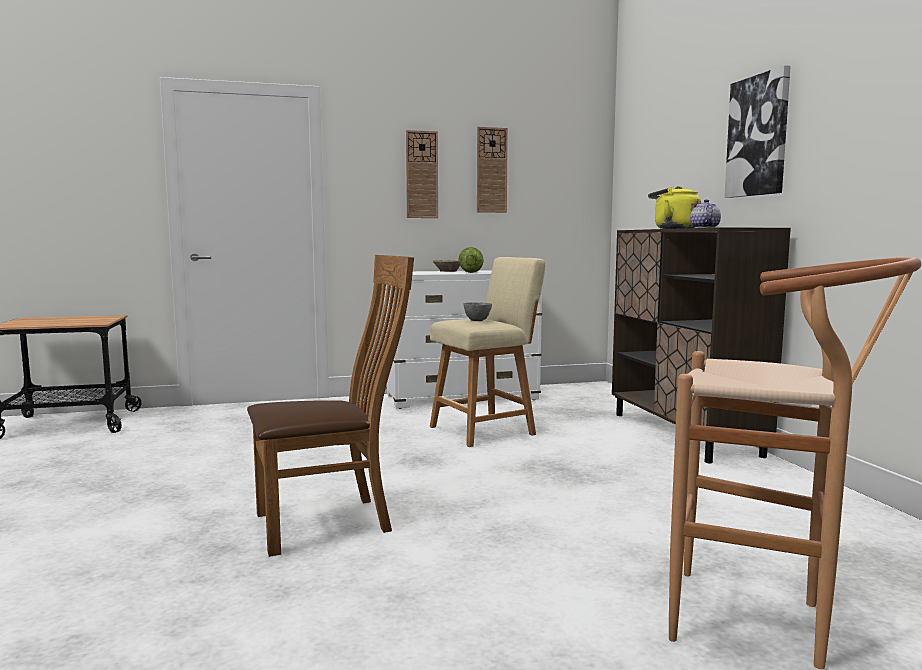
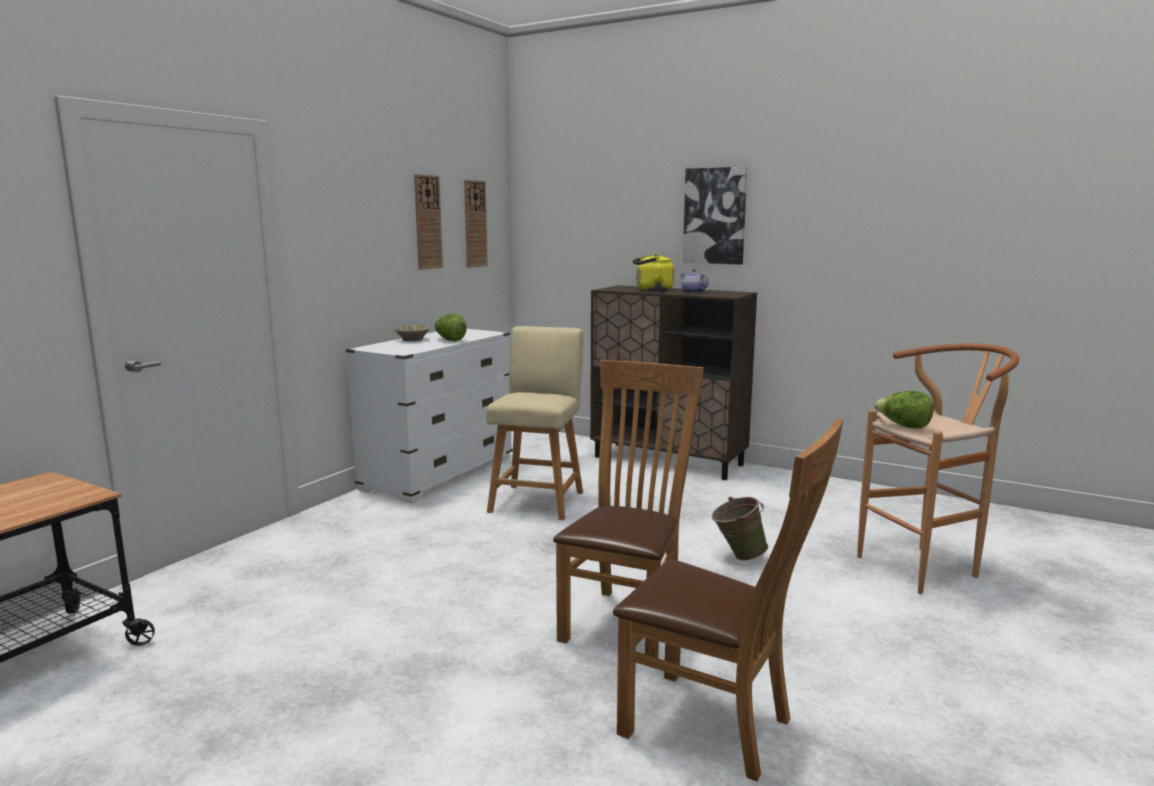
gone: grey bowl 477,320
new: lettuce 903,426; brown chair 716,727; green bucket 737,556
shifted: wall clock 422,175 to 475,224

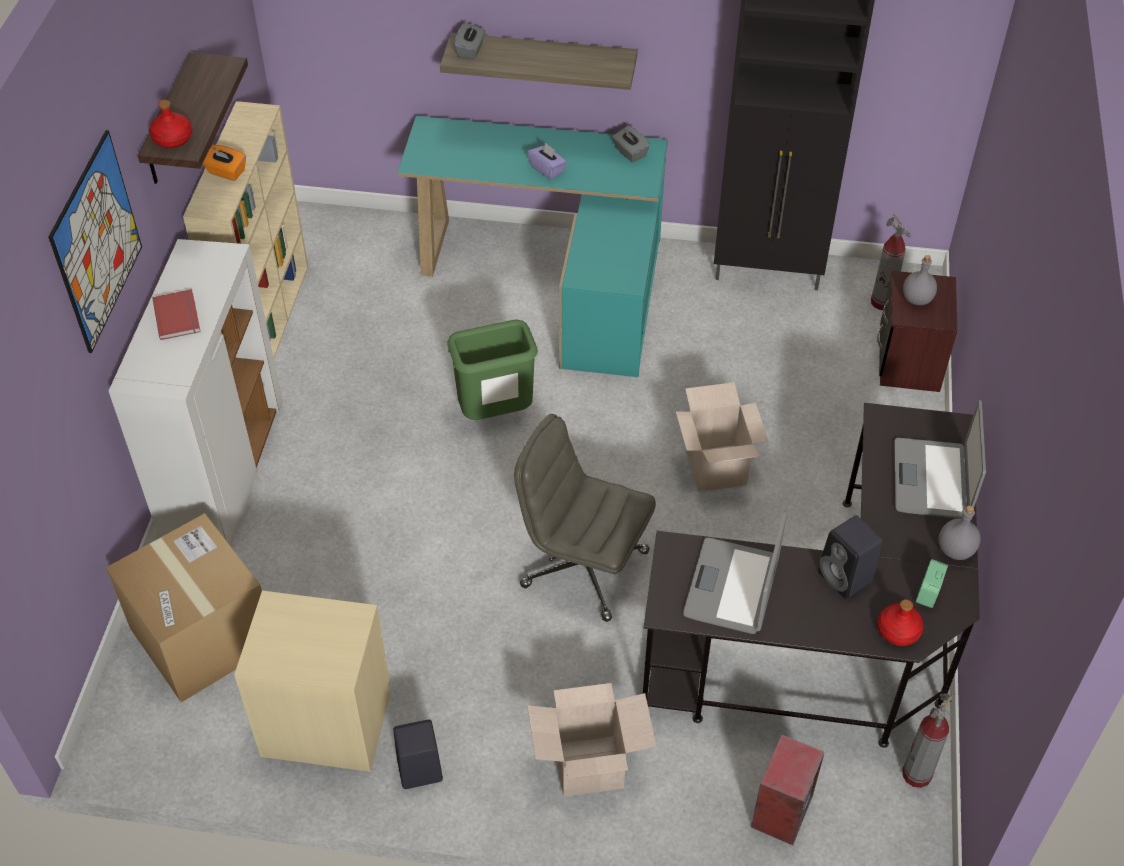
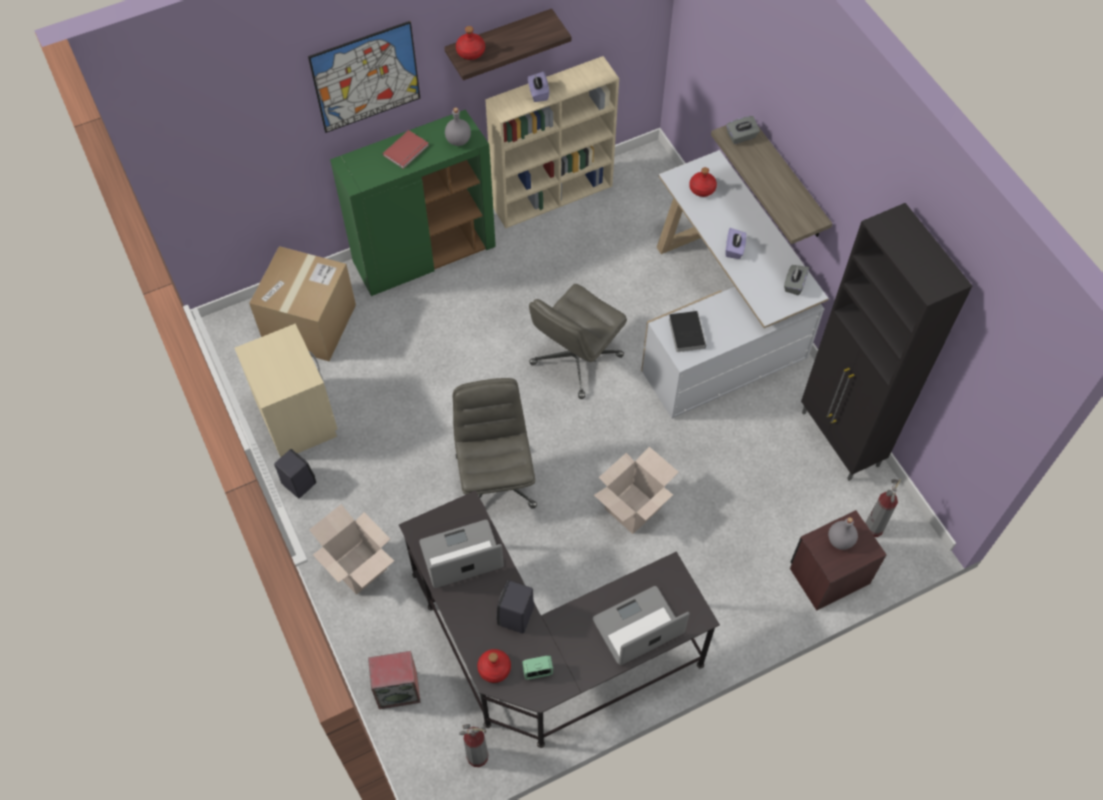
new: red bottle 702,189; book 686,332
shifted: grey bottle 956,550 to 458,140
swapped: green trash can 495,415 to grey office chair 575,360
repainted: turquoise desk 555,279 to white desk 718,321; orange tissue box 226,172 to purple tissue box 538,93; white cabinet 224,471 to green cabinet 425,255

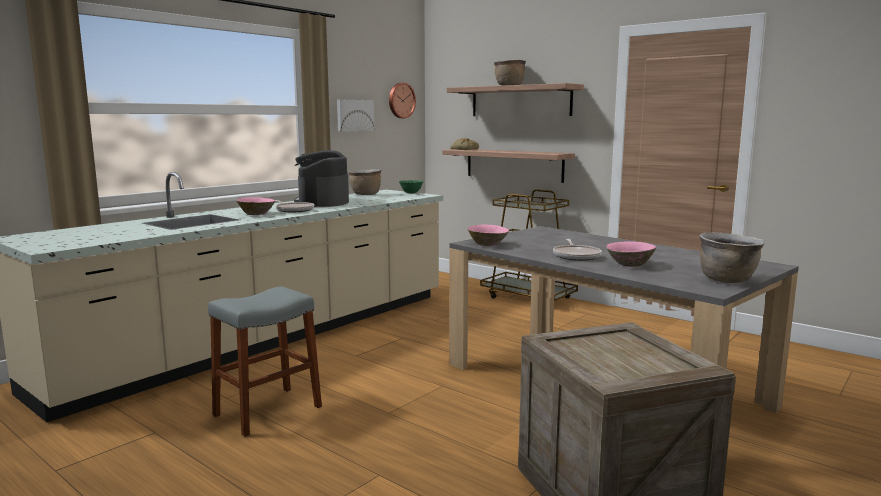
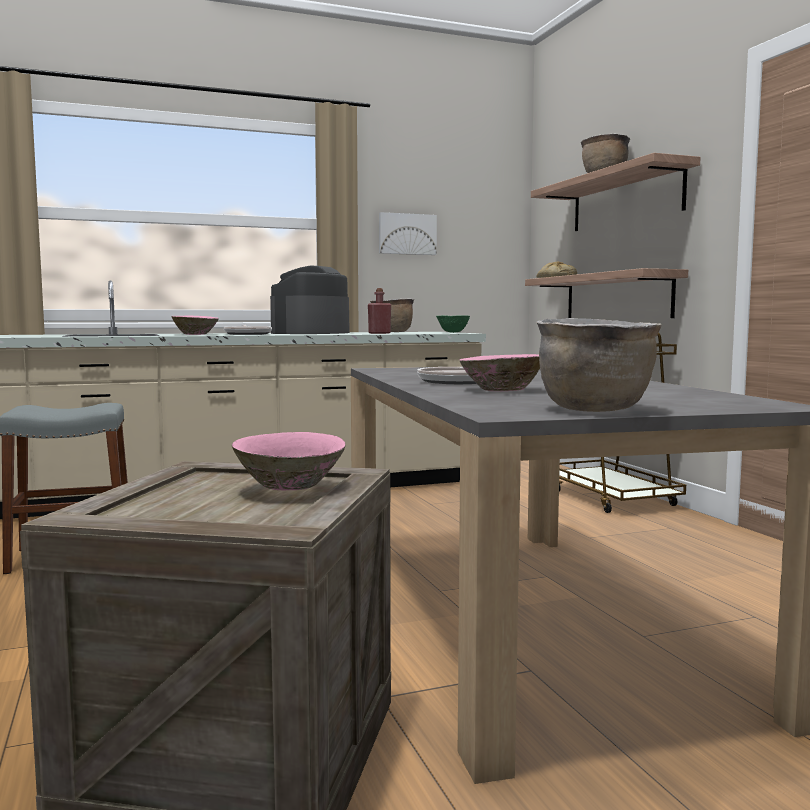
gone: wall clock 401,100
new: red bottle 379,333
shifted: pink bowl 487,244 to 290,486

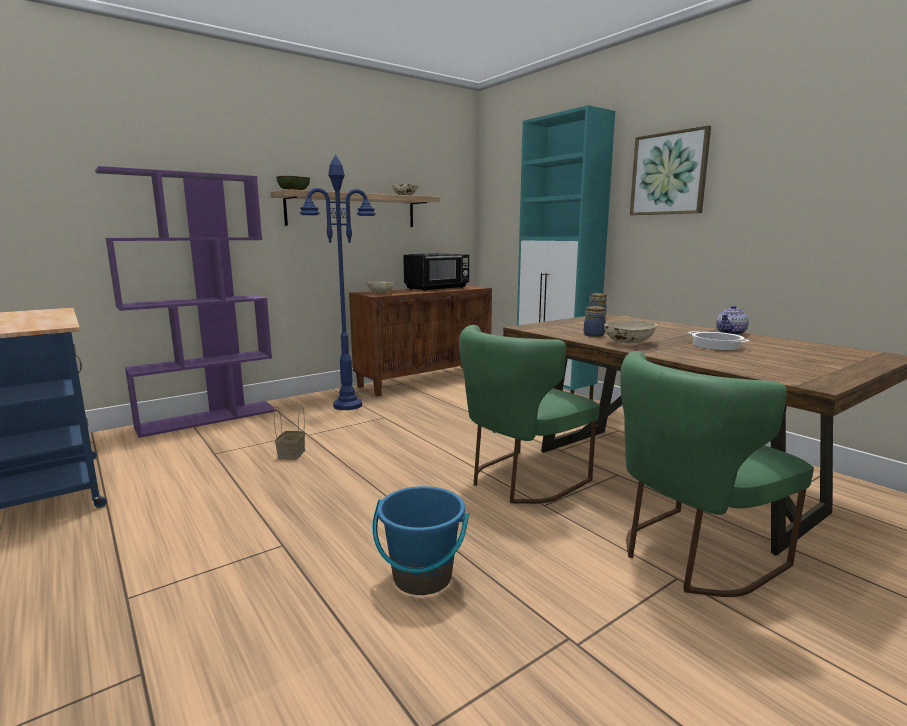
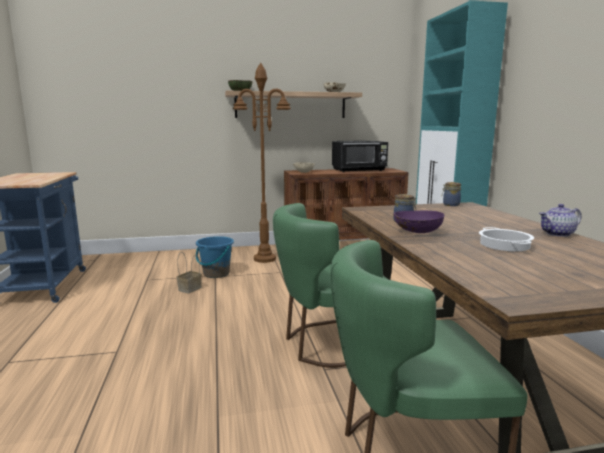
gone: picture 669,174; purple bookcase 208,418
shifted: blue bucket 422,577 to 216,274
repainted: blue floor lamp 348,405 to brown floor lamp 265,259; beige bowl 628,343 to purple bowl 417,232

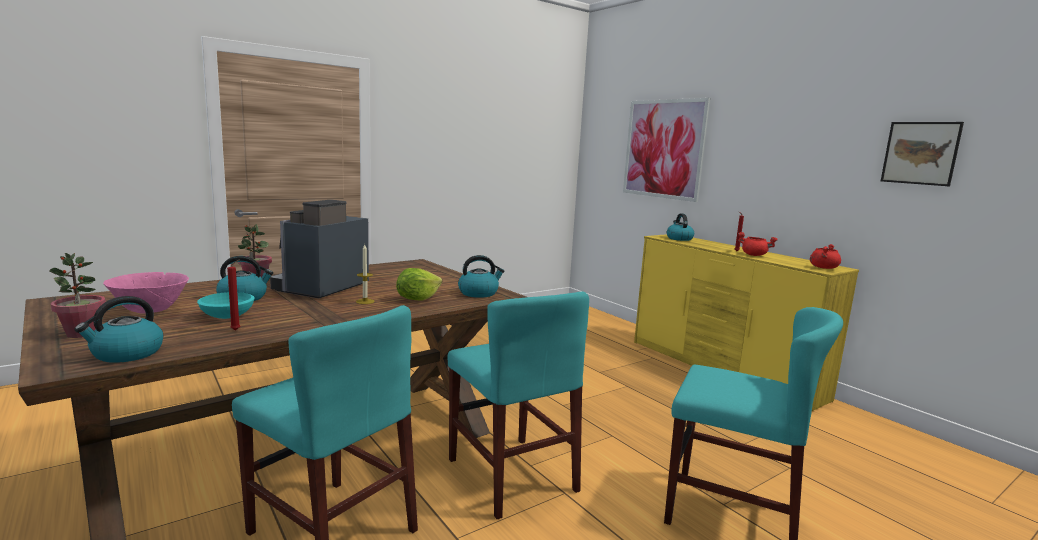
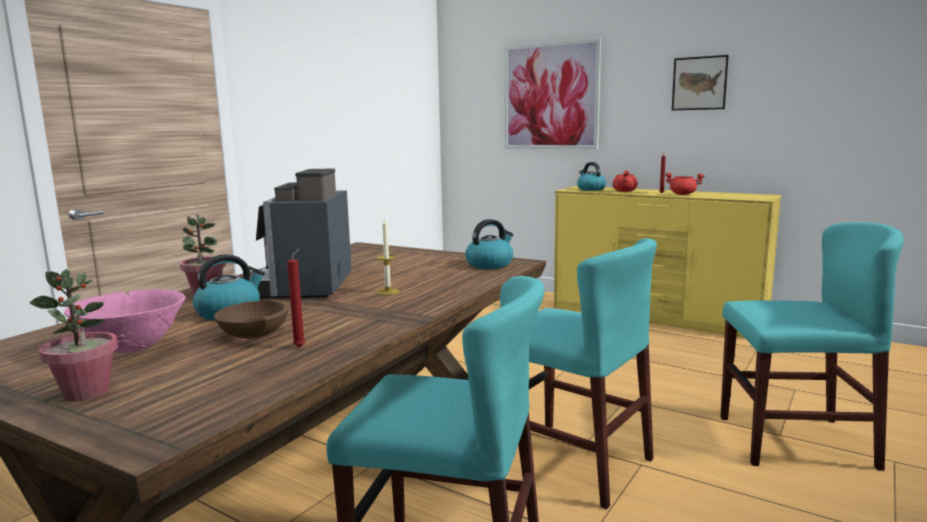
gone: lettuce 417,299; kettle 126,354
shifted: picture 920,153 to 699,83; red cooking pot 823,267 to 624,191
repainted: turquoise bowl 228,316 to brown bowl 254,334

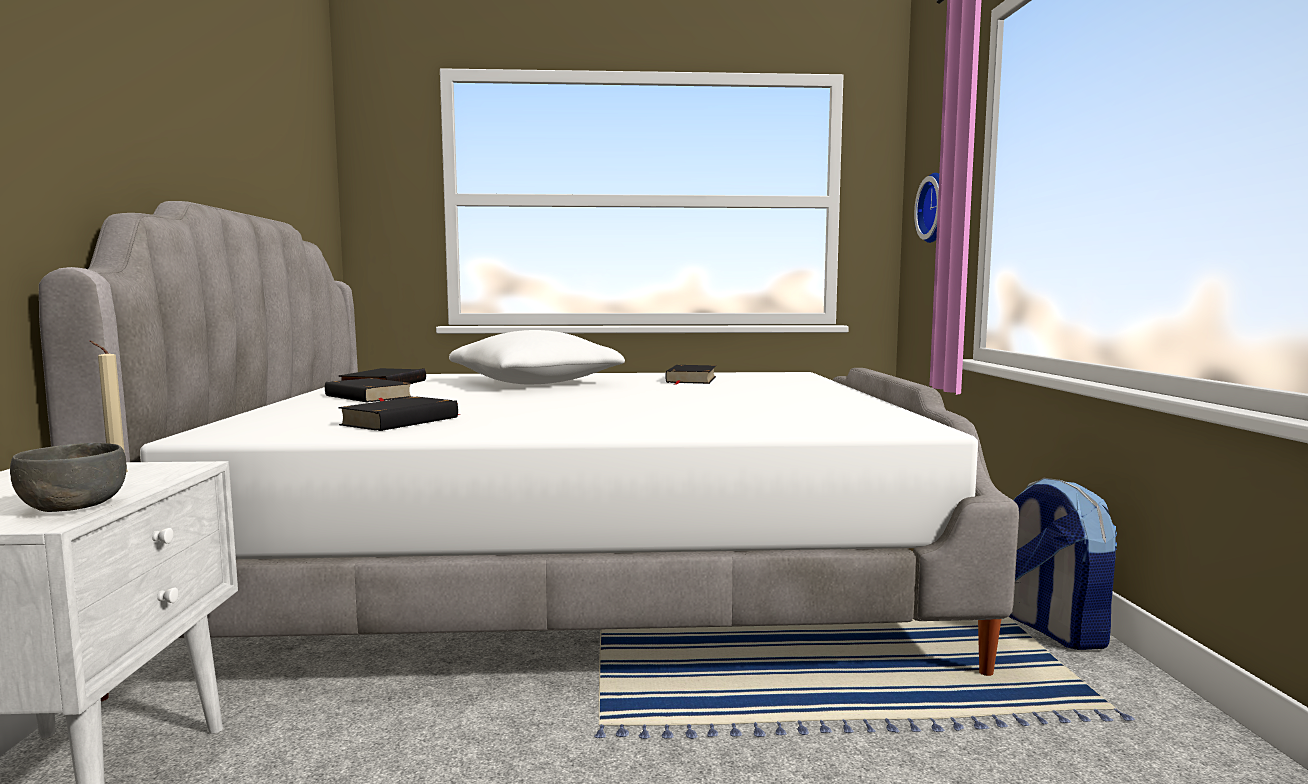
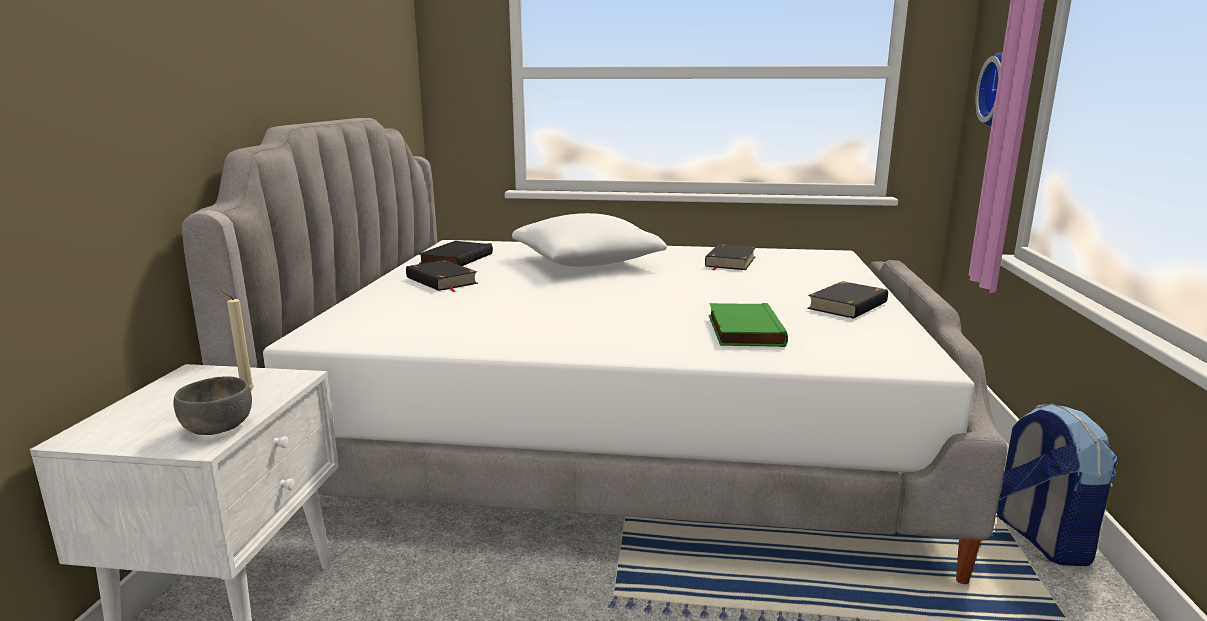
new: green book 742,330
shifted: black book 401,421 to 848,305

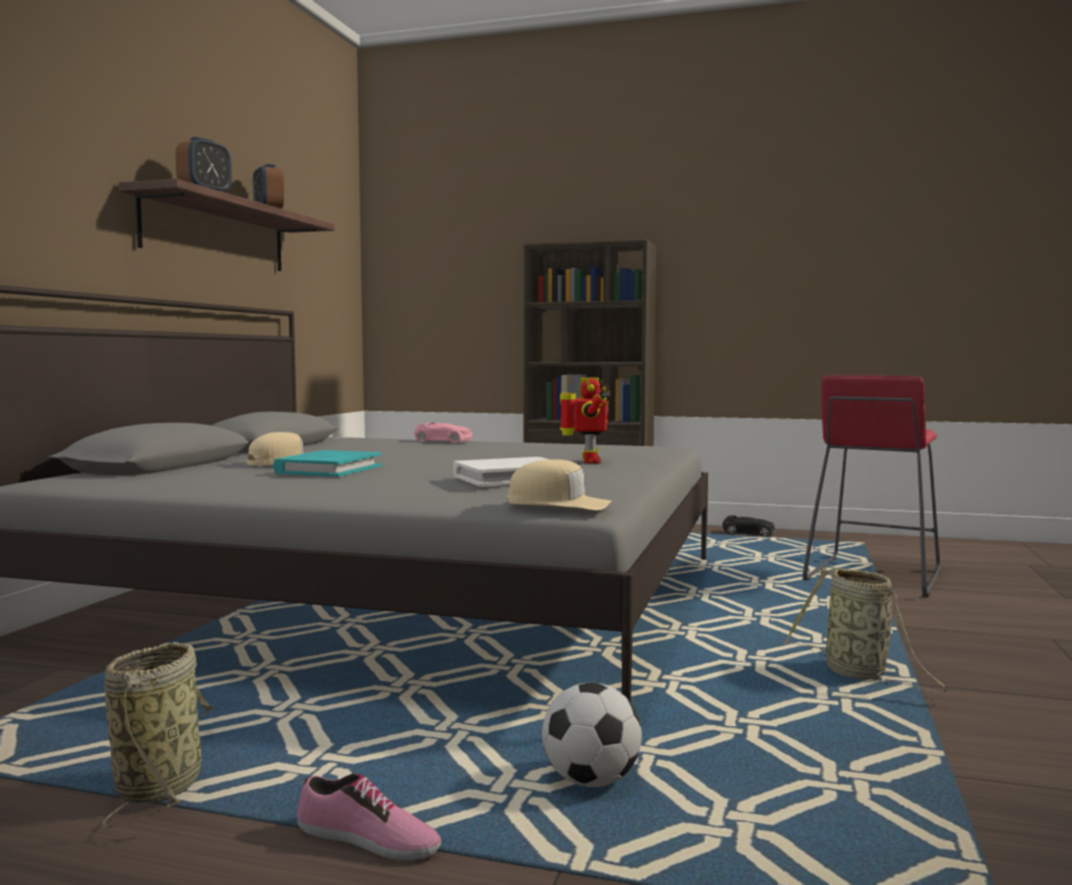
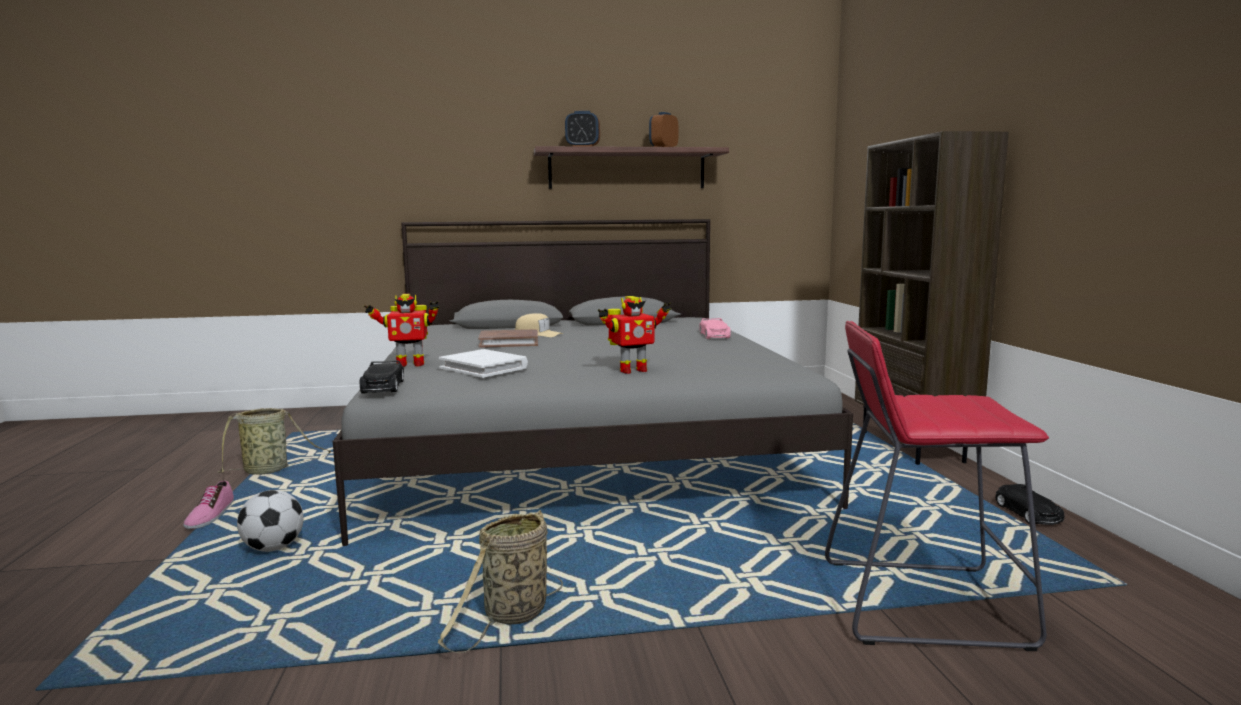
new: toy robot 409,364
swapped: beige cap 559,504 to black toy car 383,387
repainted: turquoise book 329,469 to brown book 509,342

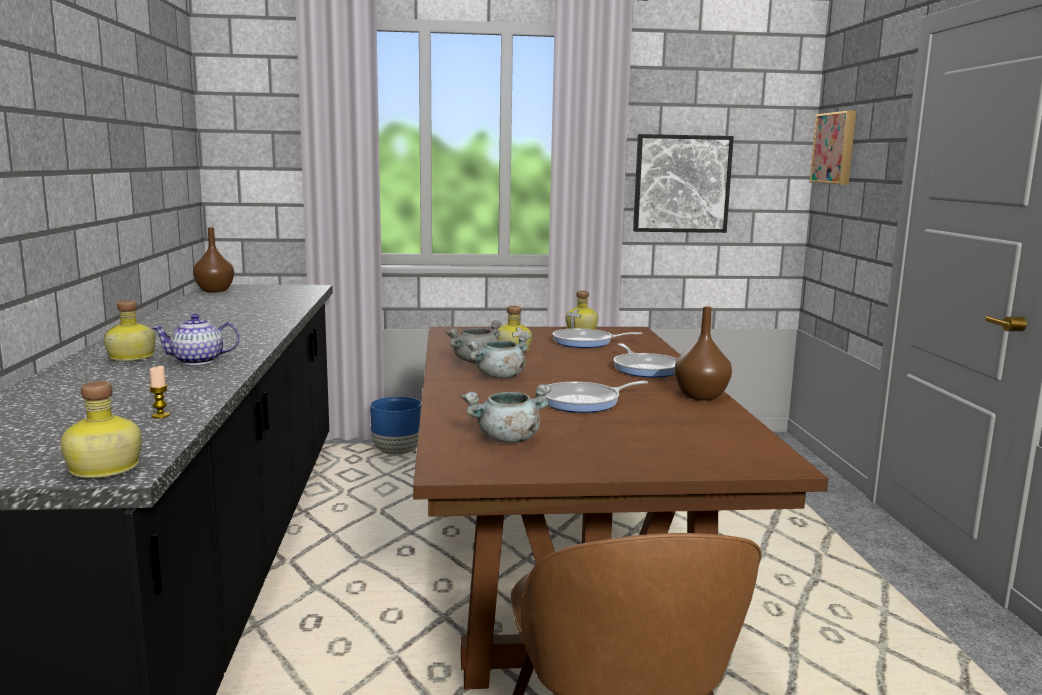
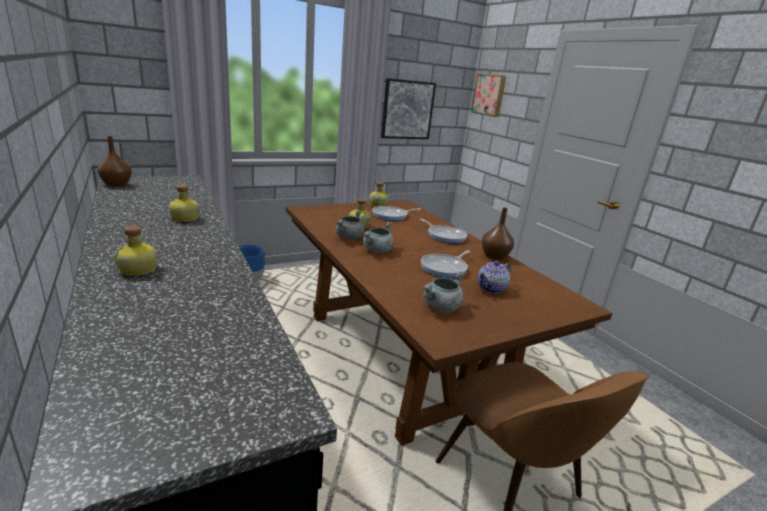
gone: candle 160,415
shifted: teapot 198,361 to 491,288; bottle 102,469 to 184,218

